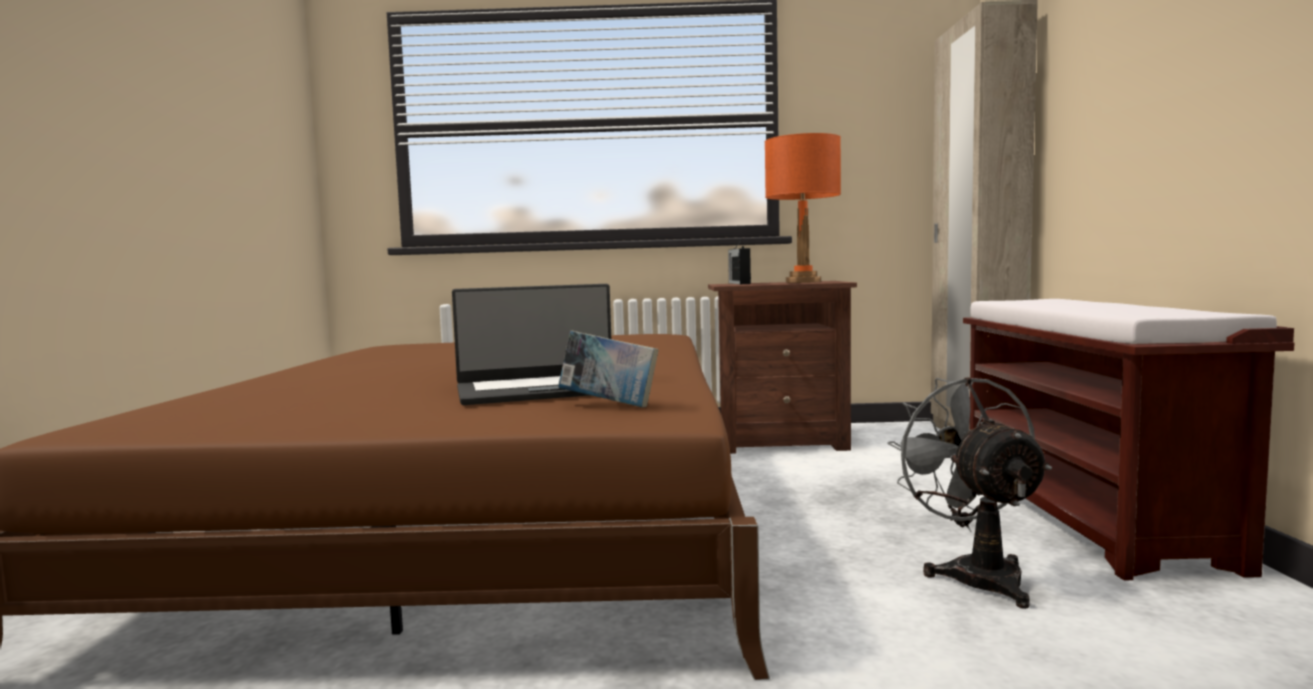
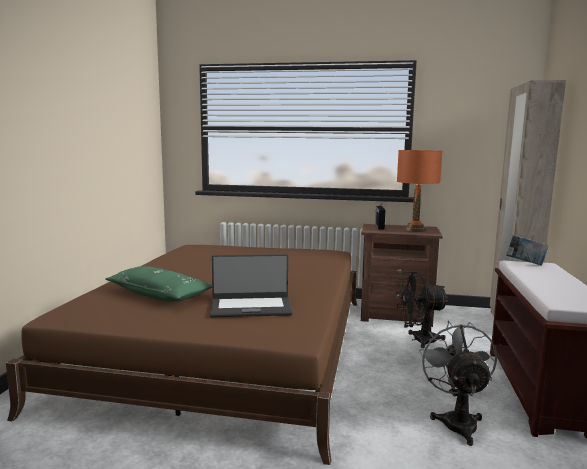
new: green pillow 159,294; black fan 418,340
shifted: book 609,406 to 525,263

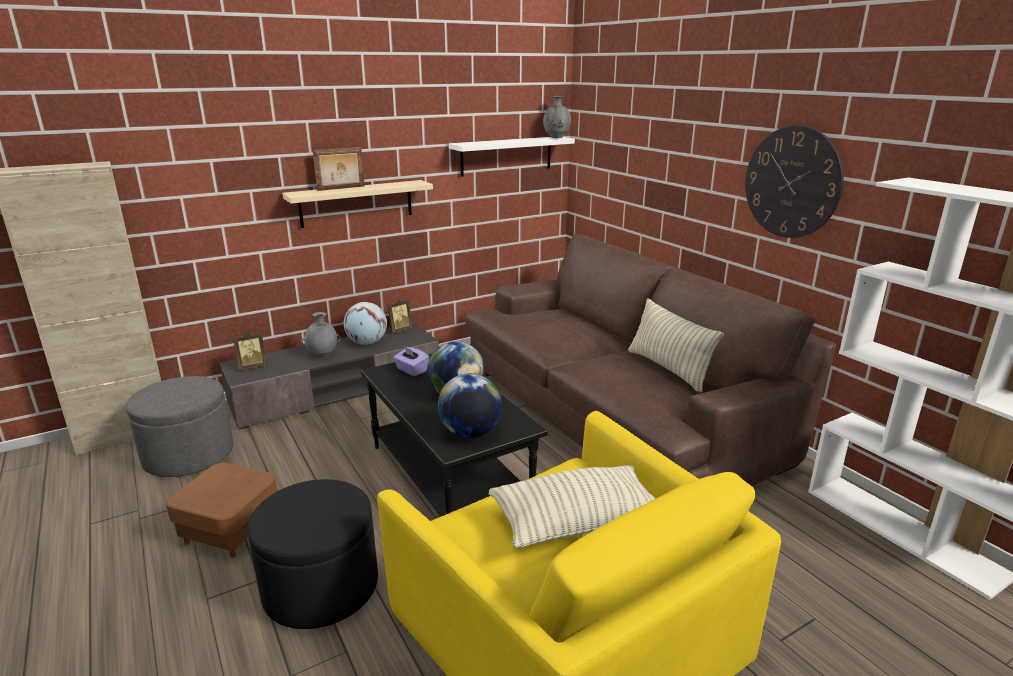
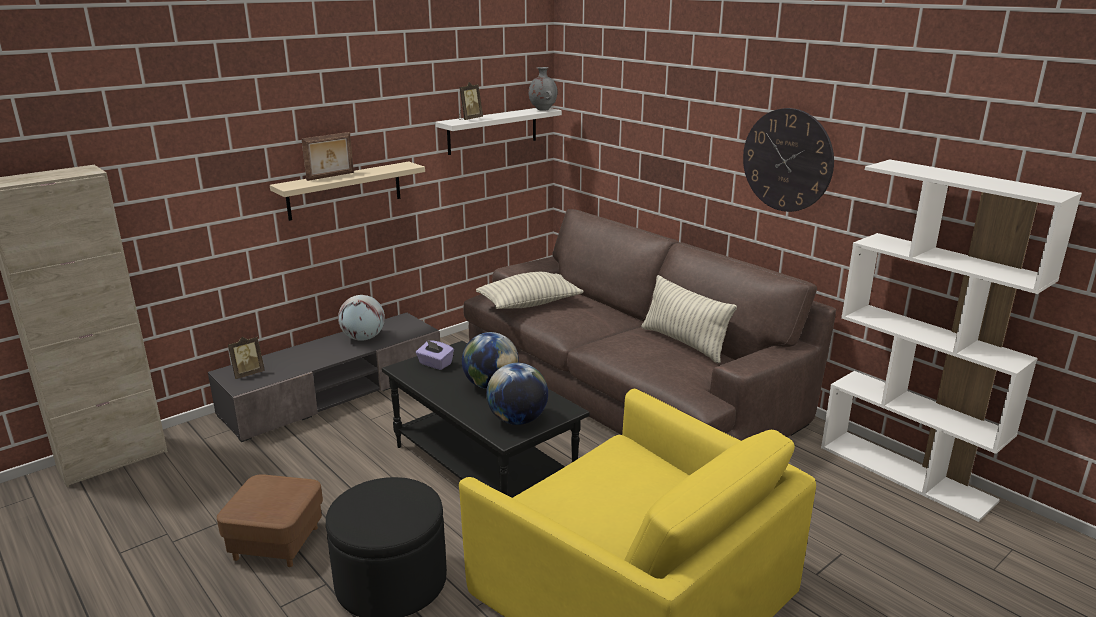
gone: grey vase 323,355; grey ottoman 189,455
shifted: picture frame 399,330 to 469,119; pillow 576,523 to 529,304

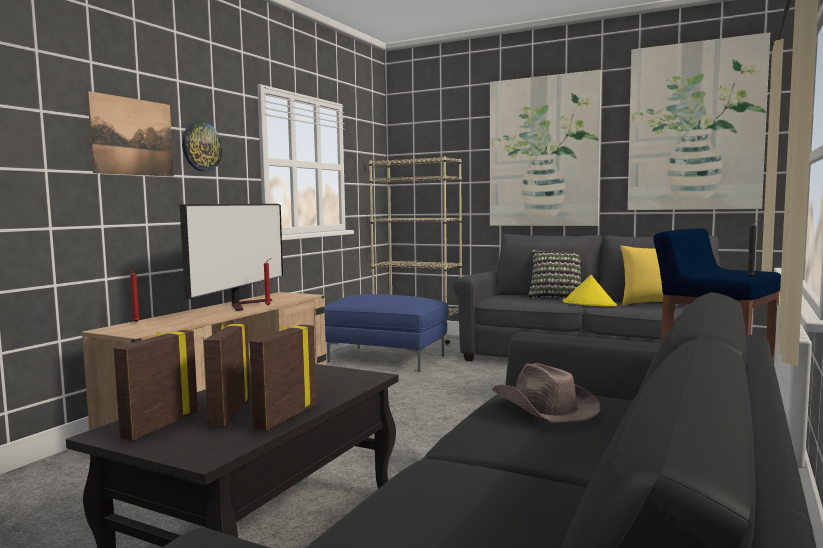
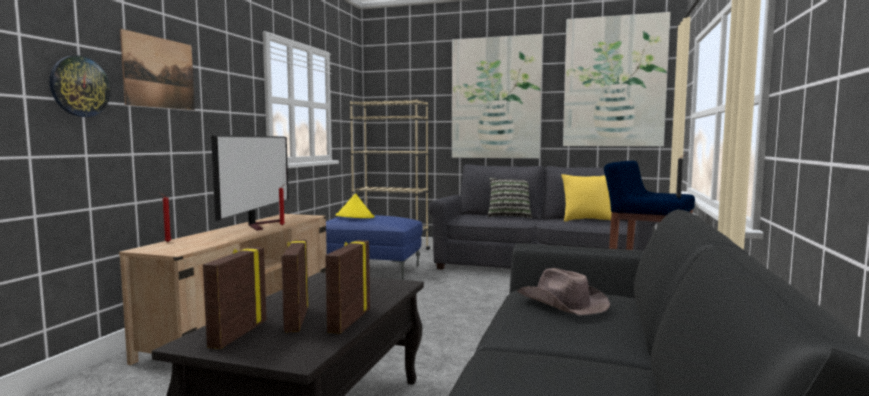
shifted: wall clock 201,146 to 79,86; yellow hat 589,304 to 355,216

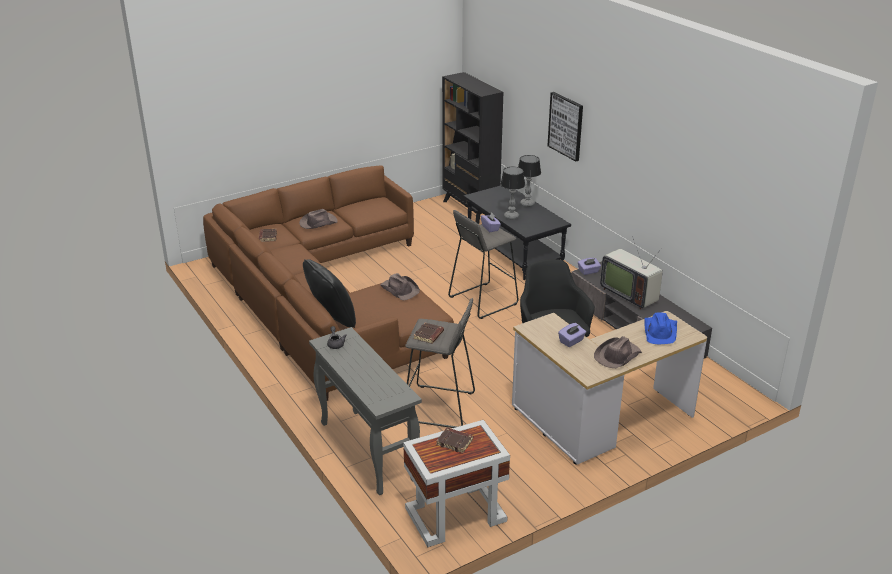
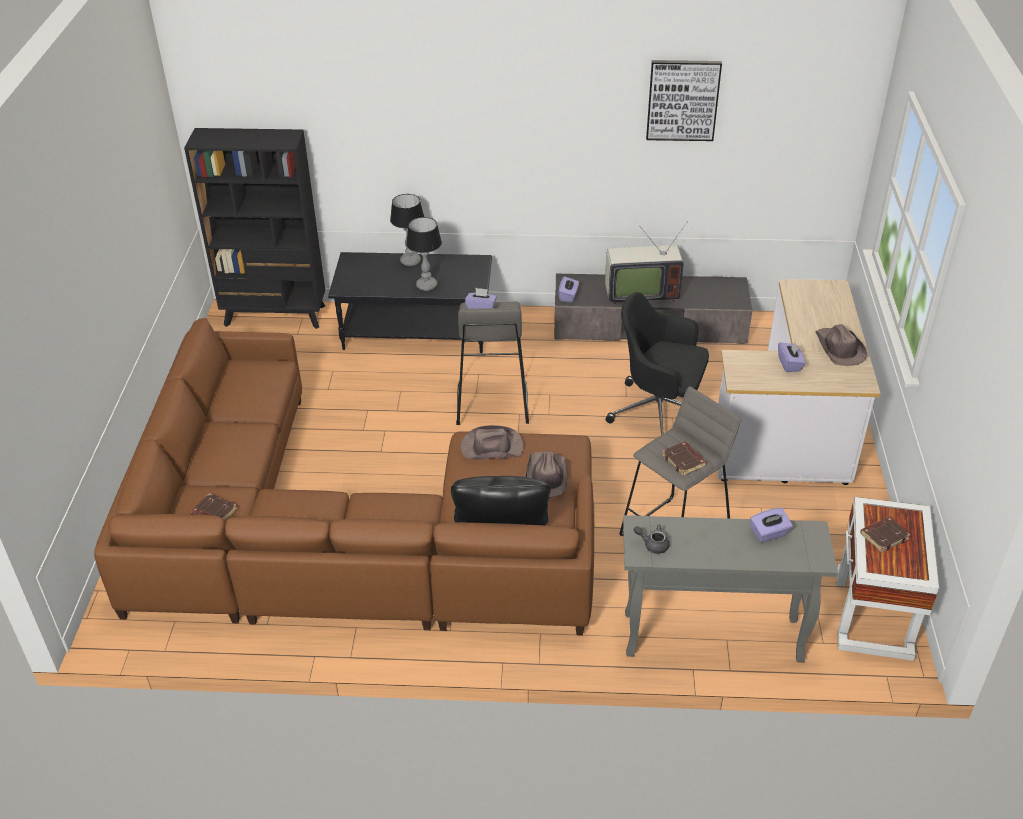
gone: blue hat 660,331
new: purple tissue box 769,533
shifted: picture 566,126 to 683,100; brown hat 317,223 to 546,476

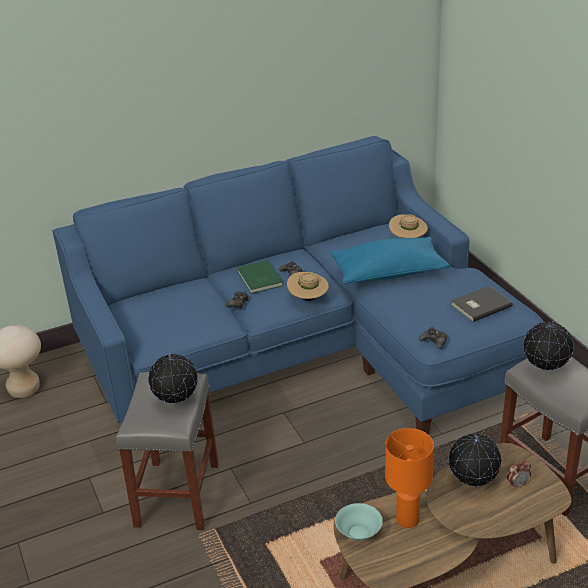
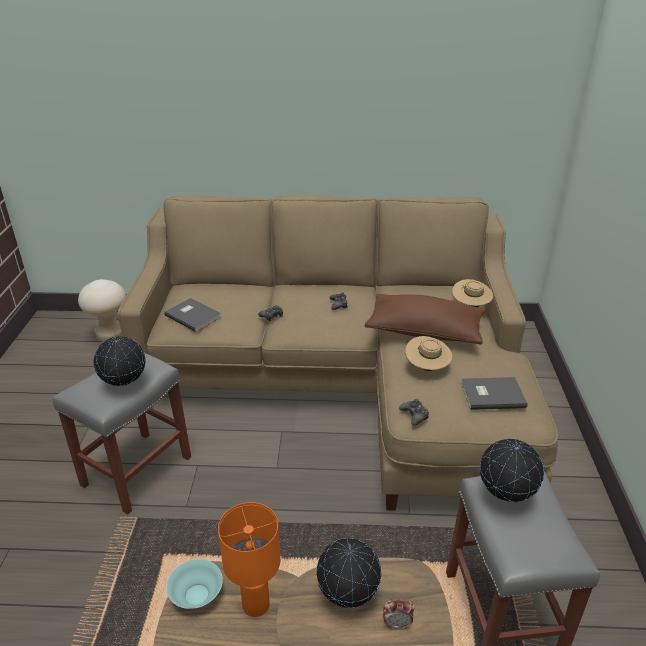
gone: green book 258,279
new: grey book 193,315
shifted: beige hat 308,299 to 427,368
repainted: blue sofa 306,349 to beige sofa 346,381; blue pillow 388,273 to brown pillow 424,331

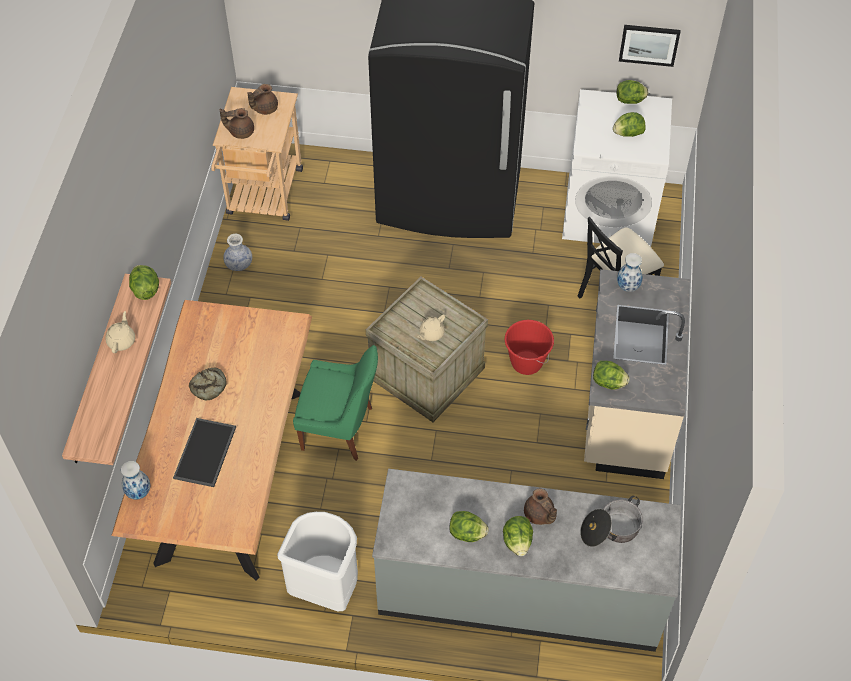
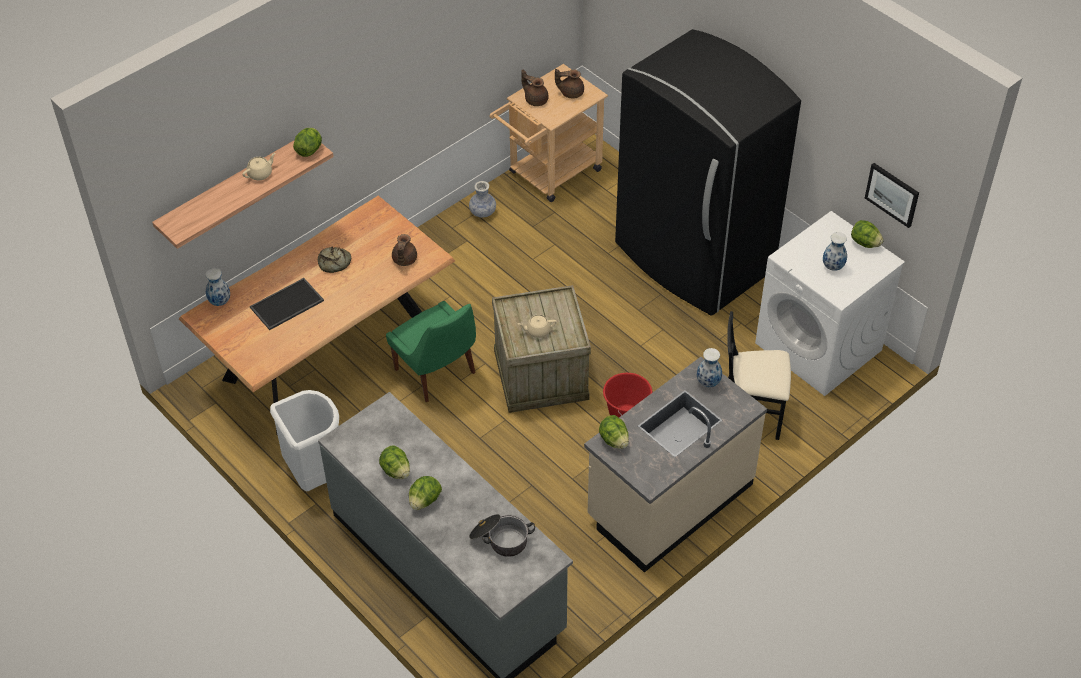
shifted: brown teapot 539,515 to 404,260
swapped: lettuce 628,133 to vase 833,267

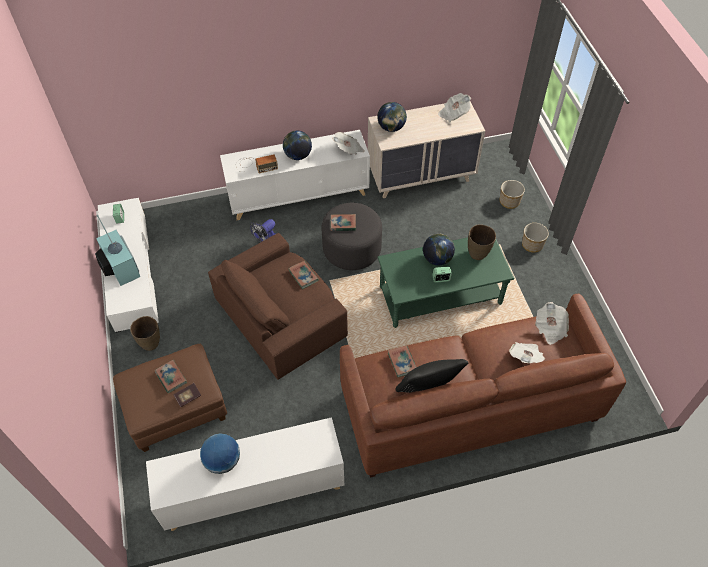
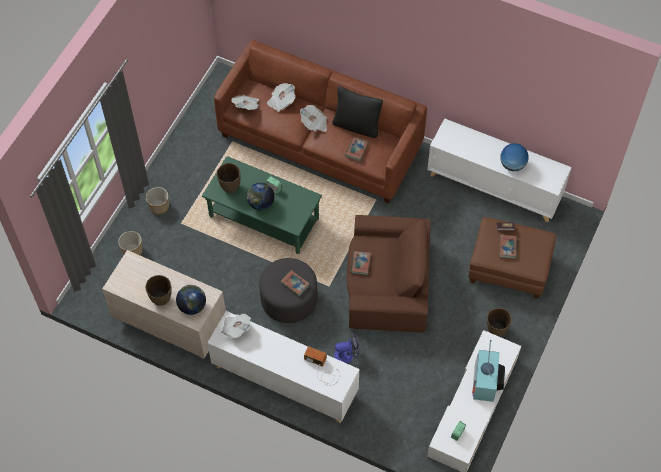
gone: globe 298,155
new: brown vase 161,299
shifted: newspaper 453,114 to 314,123

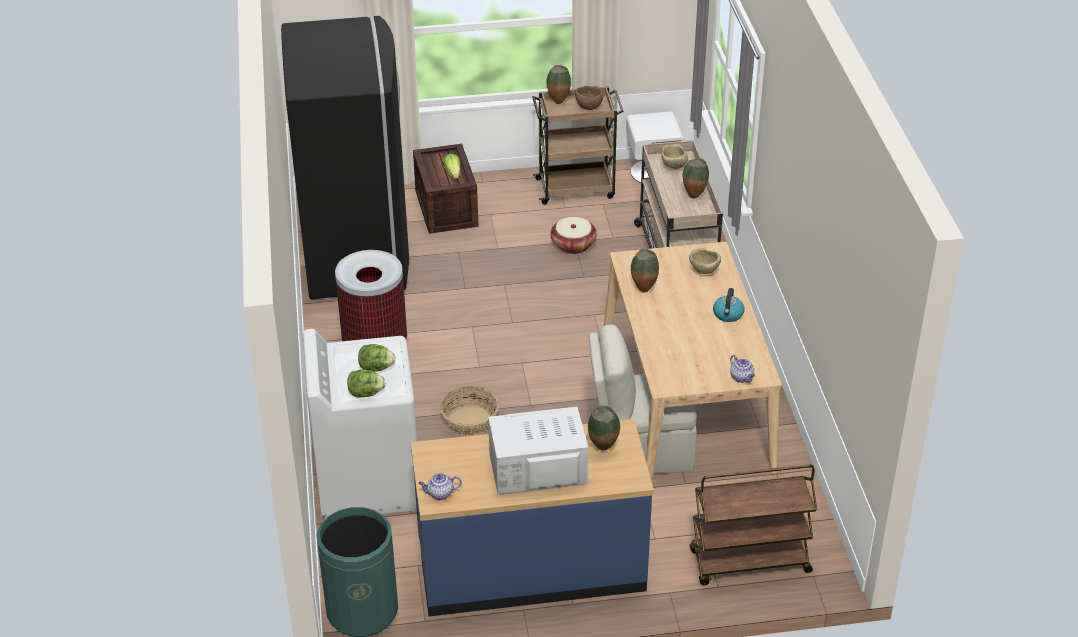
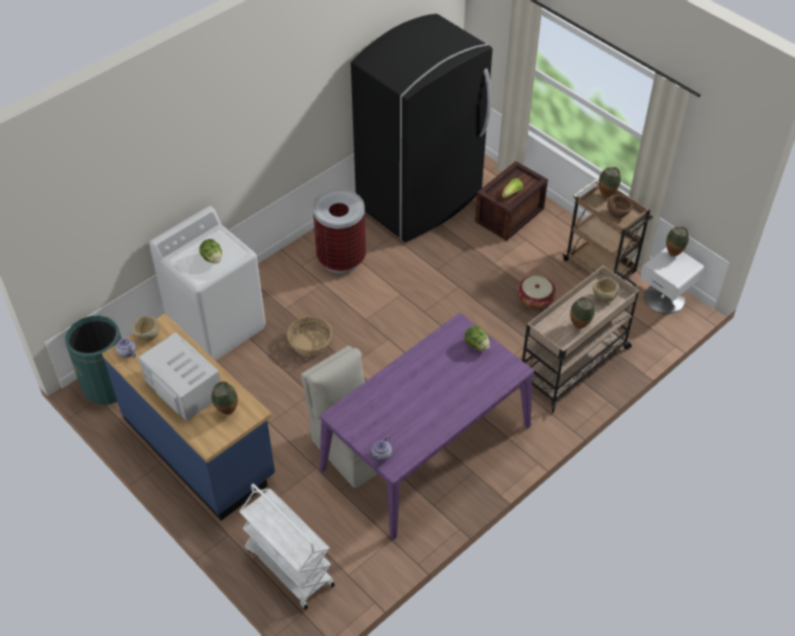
gone: kettle 728,314
shifted: beige bowl 704,271 to 148,336; vase 643,289 to 673,253; lettuce 365,393 to 476,345
repainted: beige dining table 686,399 to purple dining table 426,447; brown cart 749,562 to white cart 288,567

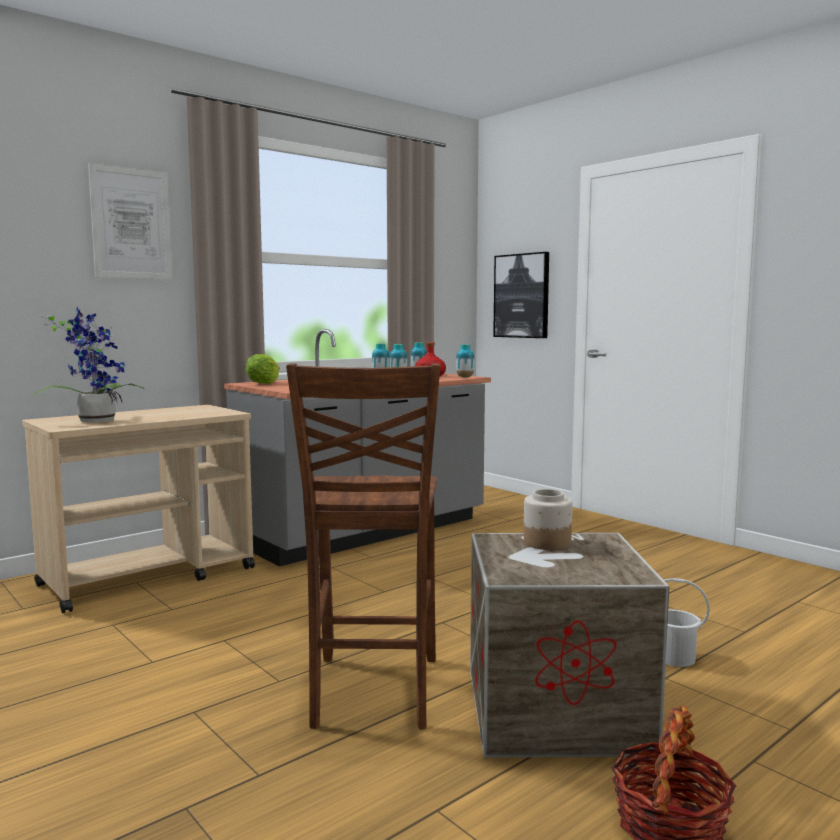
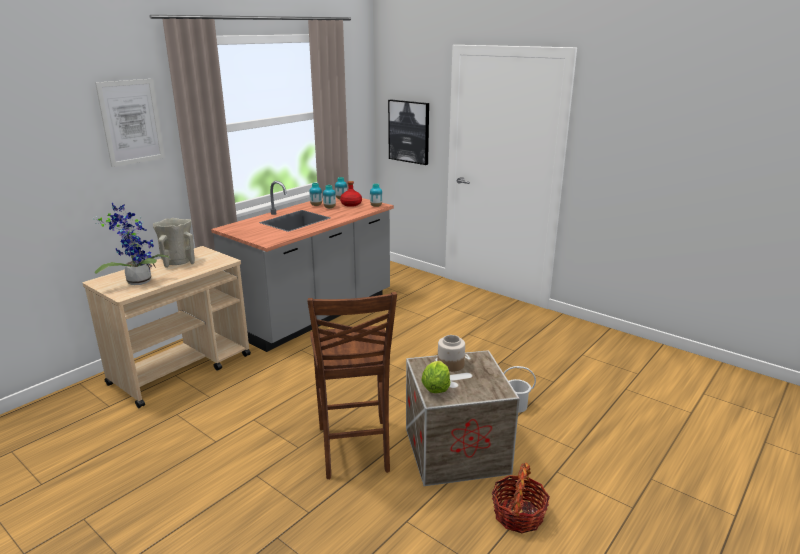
new: beige vase 178,262
shifted: lettuce 263,383 to 435,388

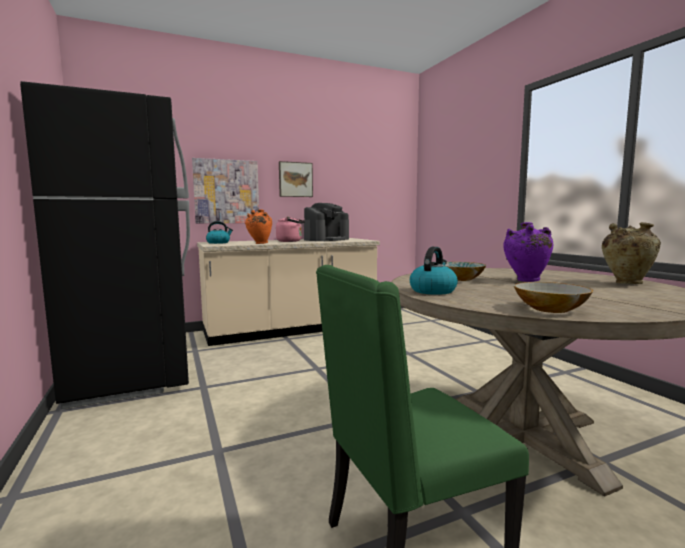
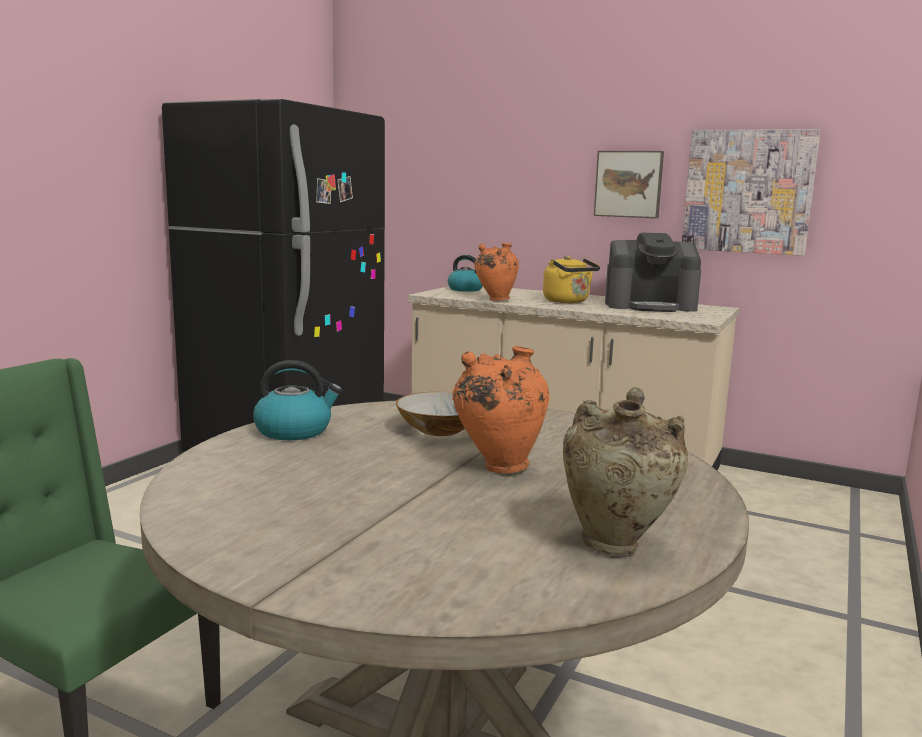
gone: bowl 549,309
shifted: picture 226,191 to 748,191
repainted: pink kettle 291,241 to yellow kettle 568,301; purple vase 526,280 to orange vase 498,467

